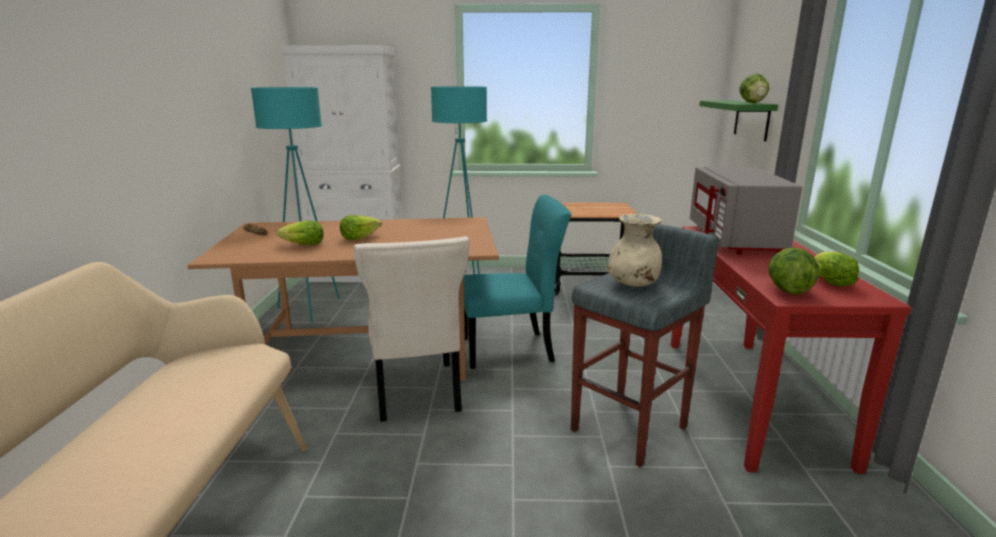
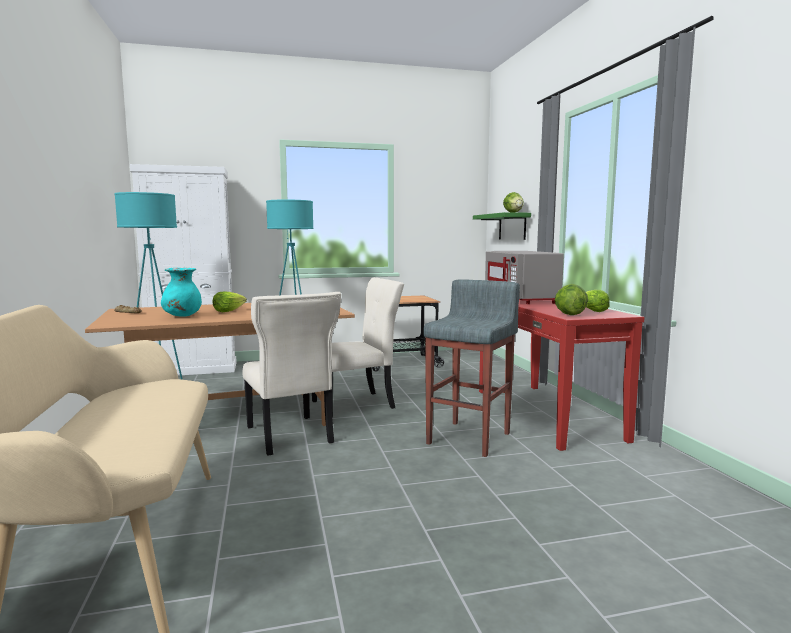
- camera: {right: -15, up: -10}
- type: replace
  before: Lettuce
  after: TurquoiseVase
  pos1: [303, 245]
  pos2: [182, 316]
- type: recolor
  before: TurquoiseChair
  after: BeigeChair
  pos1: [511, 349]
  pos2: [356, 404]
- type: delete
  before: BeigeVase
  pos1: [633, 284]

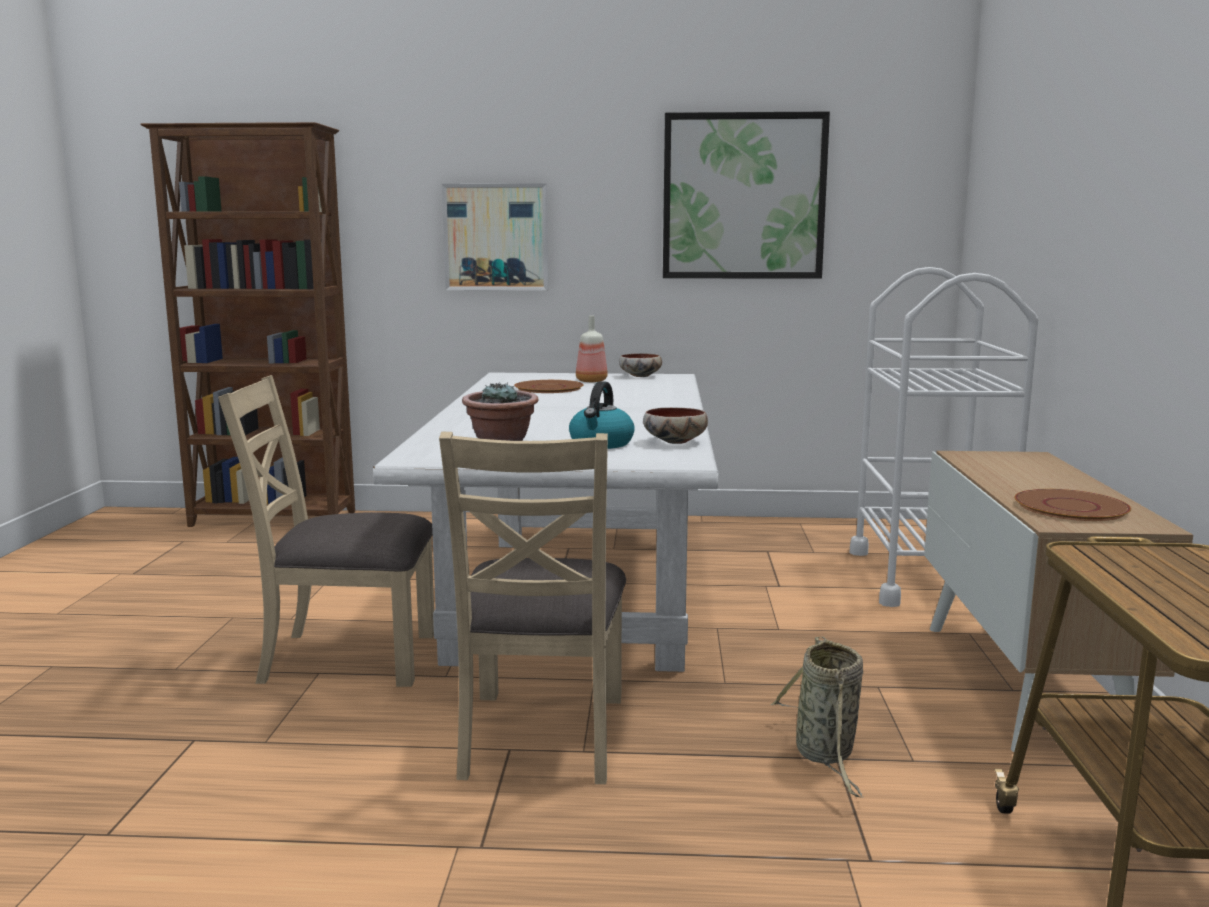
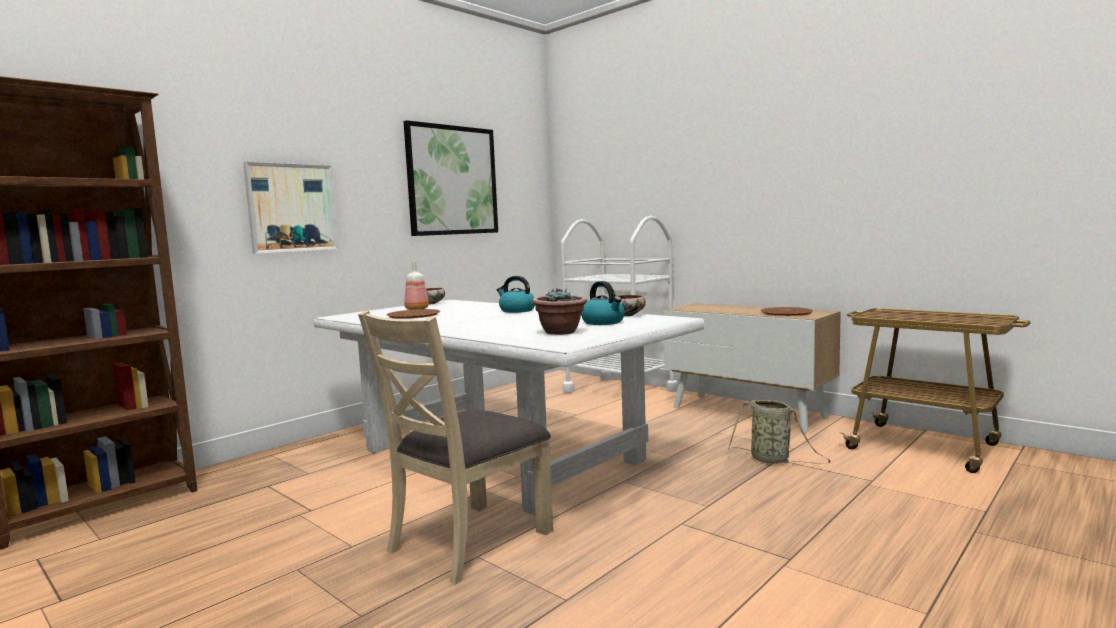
- camera: {right: -50, up: -5}
- type: delete
  before: BeigeChair
  pos1: [541, 735]
- type: insert
  after: Kettle
  pos2: [516, 310]

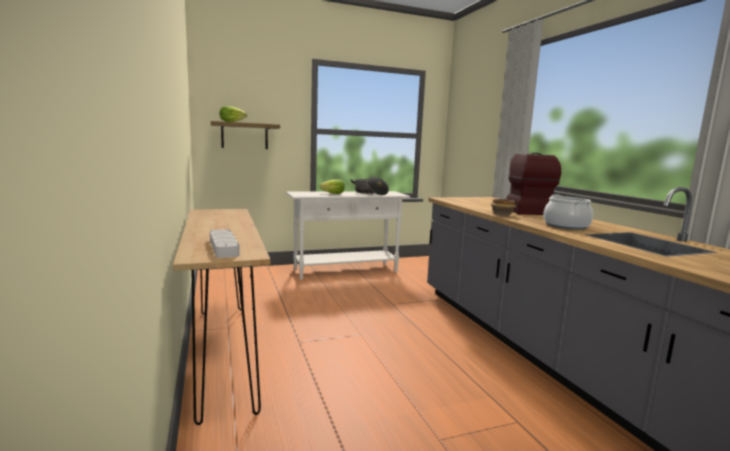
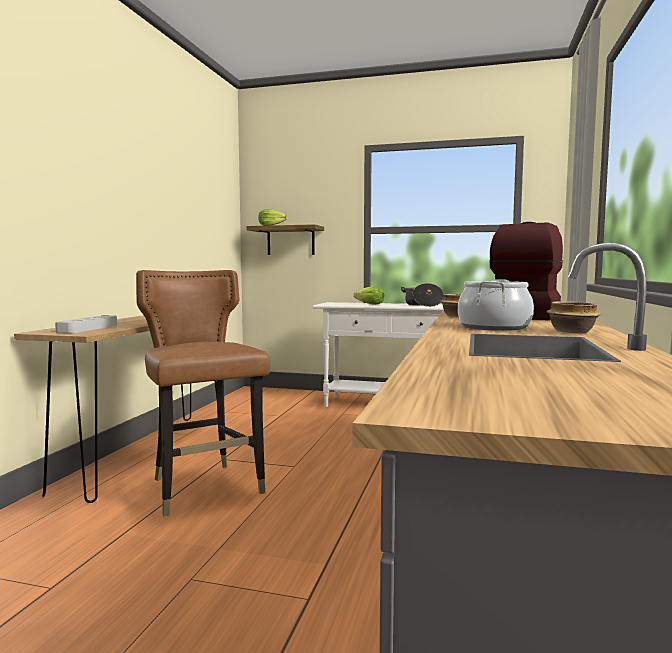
- camera: {right: 35, up: -5}
- type: insert
  after: BrownChair
  pos2: [205, 488]
- type: insert
  after: Bowl
  pos2: [572, 331]

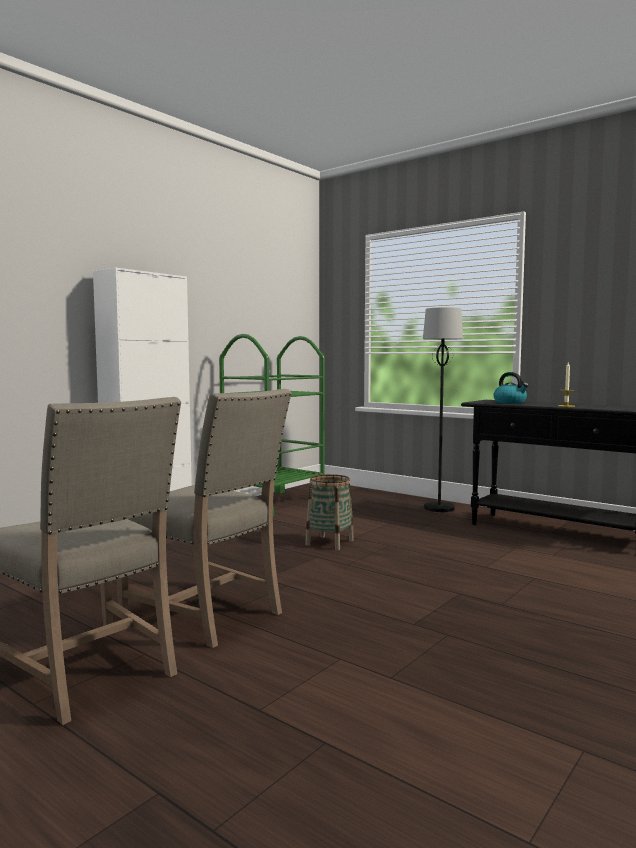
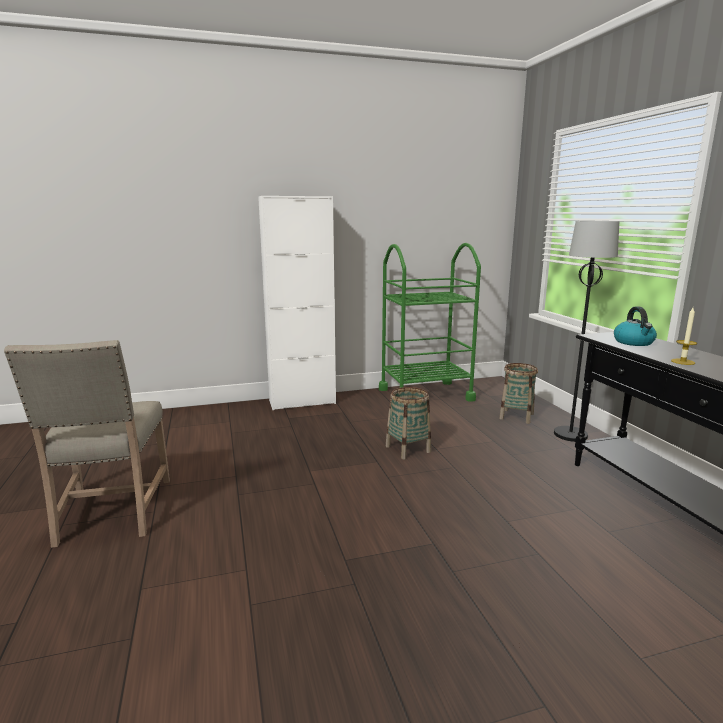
- camera: {right: 35, up: 10}
- type: delete
  before: BeigeChair
  pos1: [207, 614]
- type: insert
  after: Basket
  pos2: [516, 416]

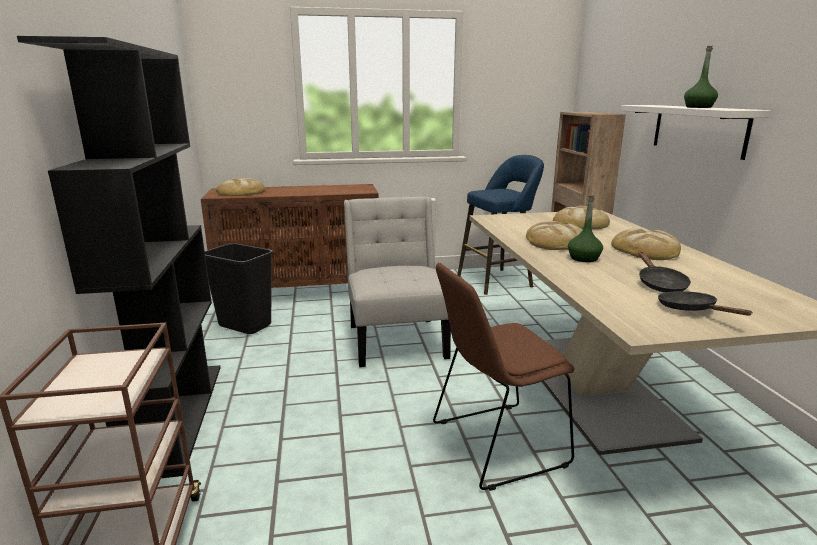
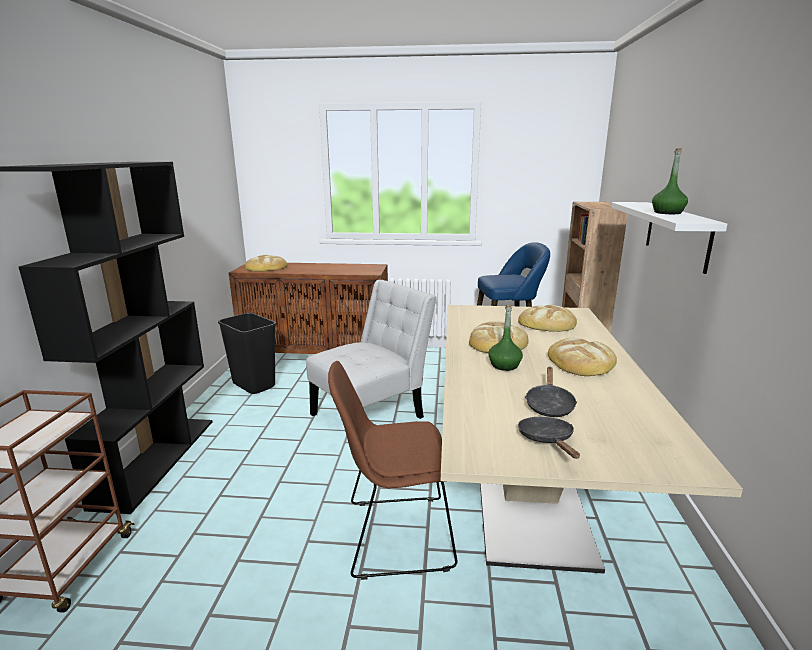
- camera: {right: 15, up: 0}
- type: rotate
  before: WhiteChair
  pos1: [396, 338]
  pos2: [372, 414]
  turn: 45

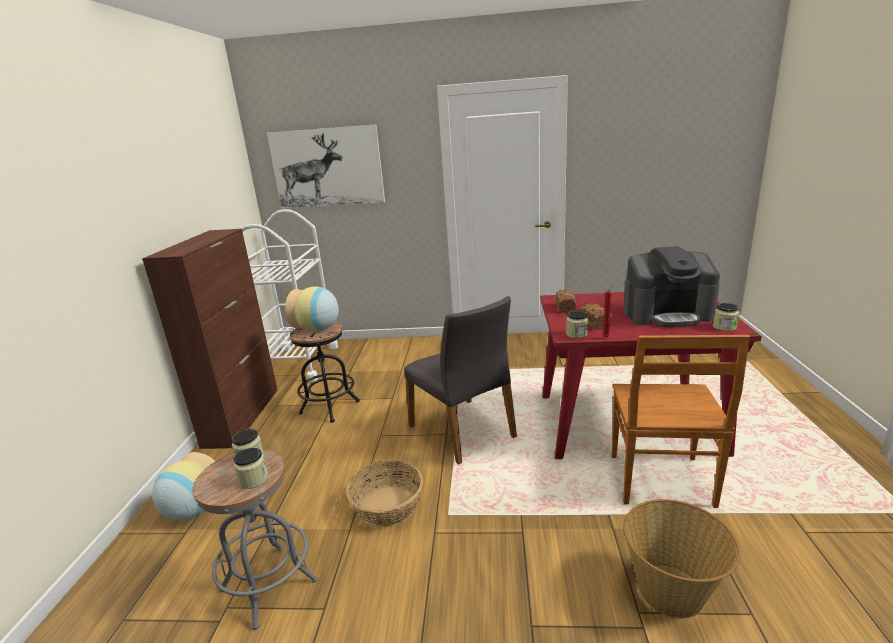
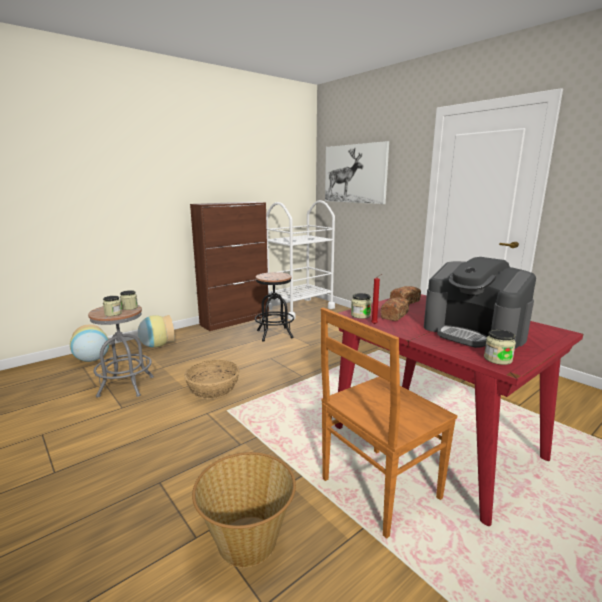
- camera: {right: 45, up: -5}
- type: move
  before: Vase
  pos1: [318, 329]
  pos2: [92, 359]
- type: delete
  before: GreyChair
  pos1: [463, 431]

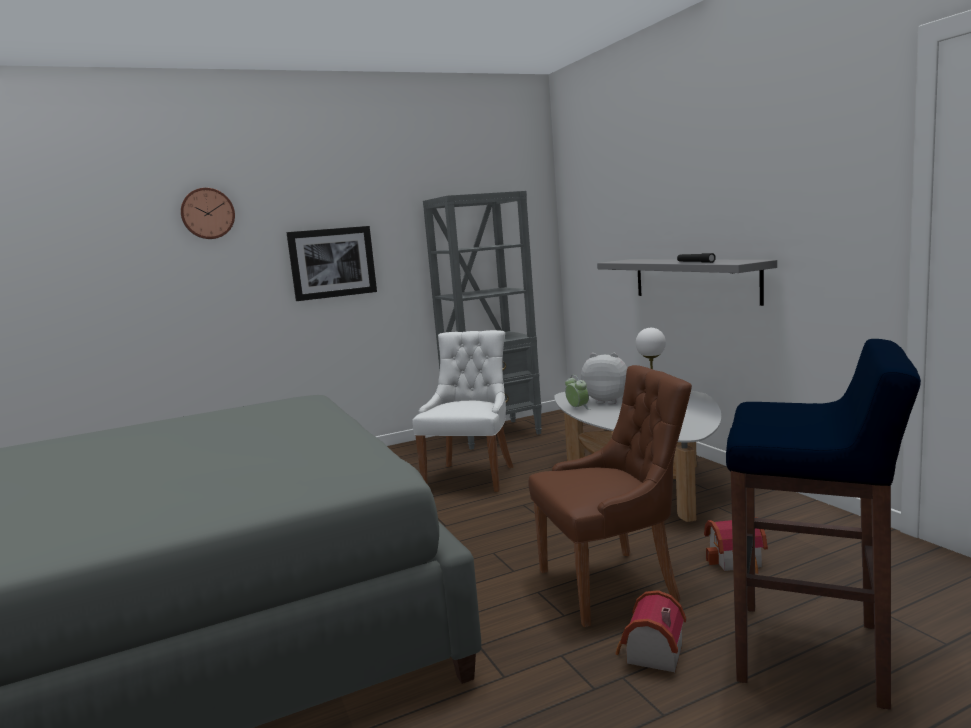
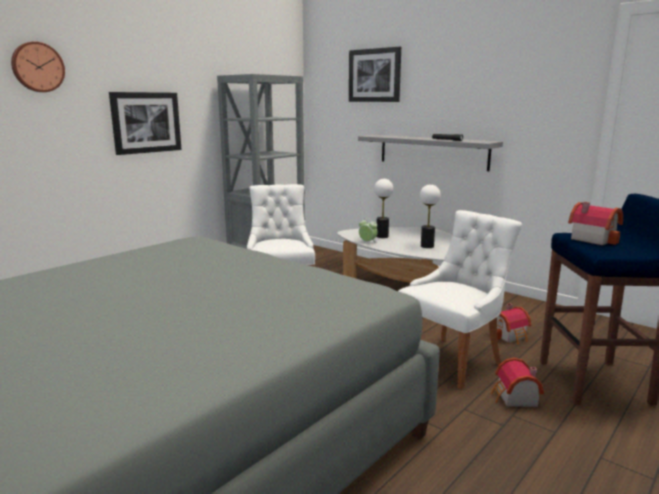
- camera: {right: -25, up: 5}
- type: recolor
  before: BrownChair
  after: WhiteChair
  pos1: [613, 584]
  pos2: [452, 360]
- type: replace
  before: PlushToy
  after: TableLamp
  pos1: [608, 401]
  pos2: [382, 236]
- type: insert
  after: Picture
  pos2: [374, 75]
- type: insert
  after: ToyHouse
  pos2: [593, 238]

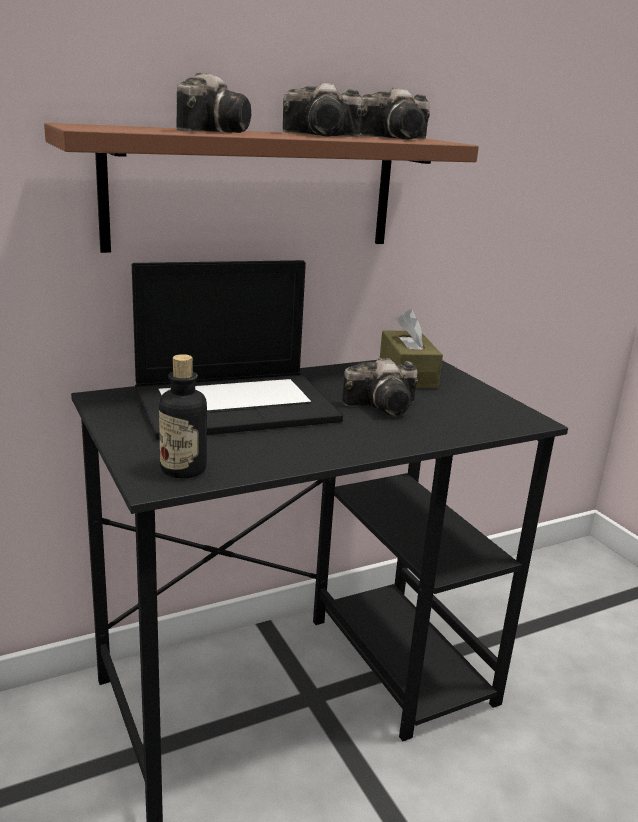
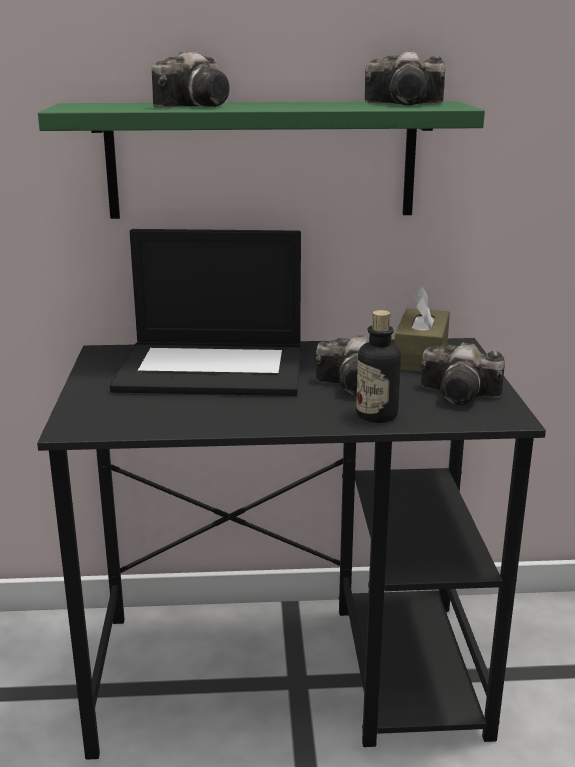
- camera: {right: 25, up: 0}
- type: recolor
  before: BrownShelf
  after: GreenShelf
  pos1: [254, 190]
  pos2: [261, 160]
- type: move
  before: Bottle
  pos1: [183, 469]
  pos2: [376, 415]
- type: move
  before: PhotoCamera
  pos1: [325, 135]
  pos2: [462, 395]

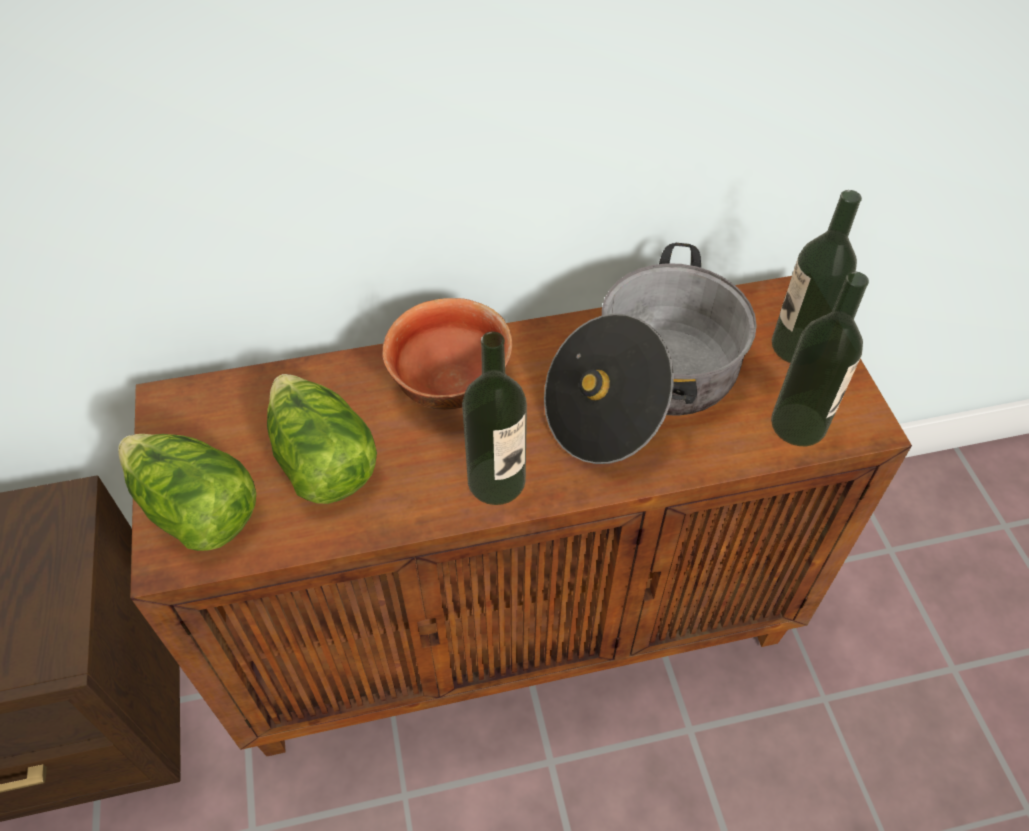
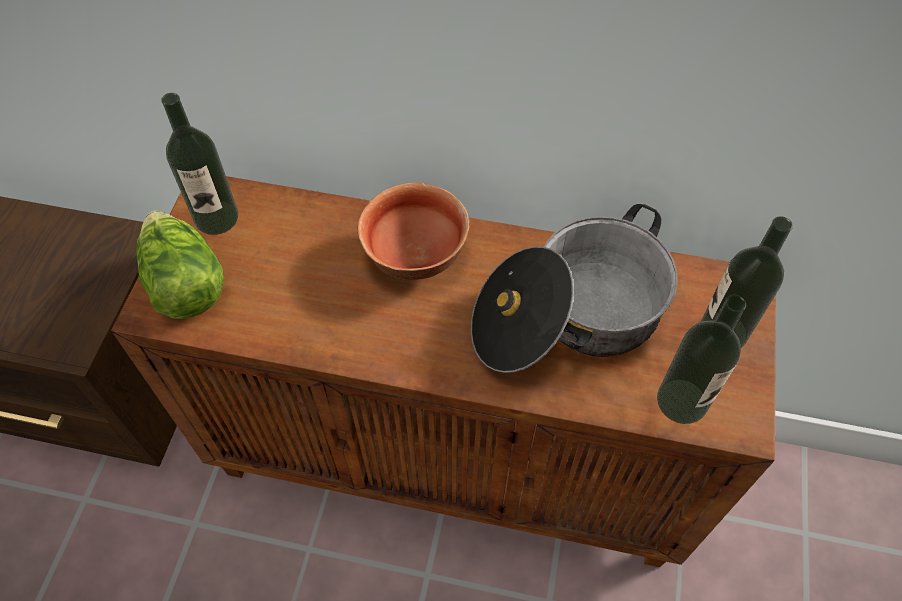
- camera: {right: 25, up: 5}
- type: delete
  before: Lettuce
  pos1: [321, 460]
- type: move
  before: Bottle
  pos1: [496, 481]
  pos2: [216, 217]

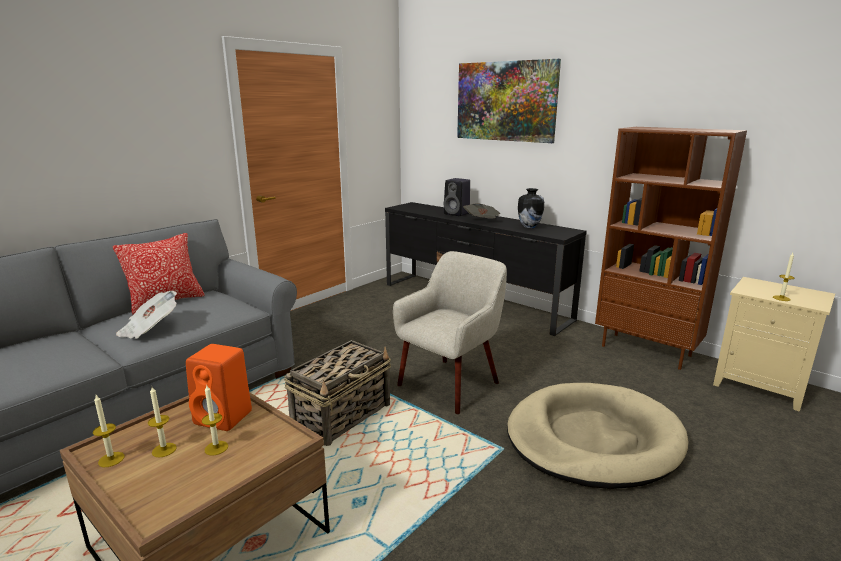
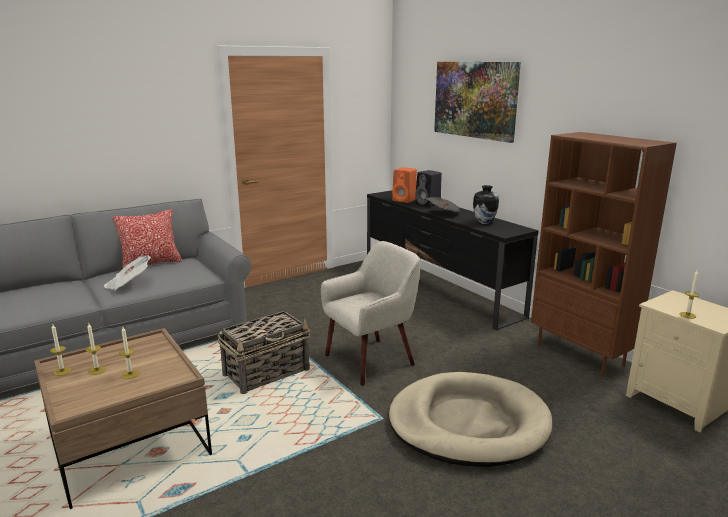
- camera: {right: 15, up: 0}
- type: move
  before: OrangeSpeaker
  pos1: [225, 417]
  pos2: [405, 200]

